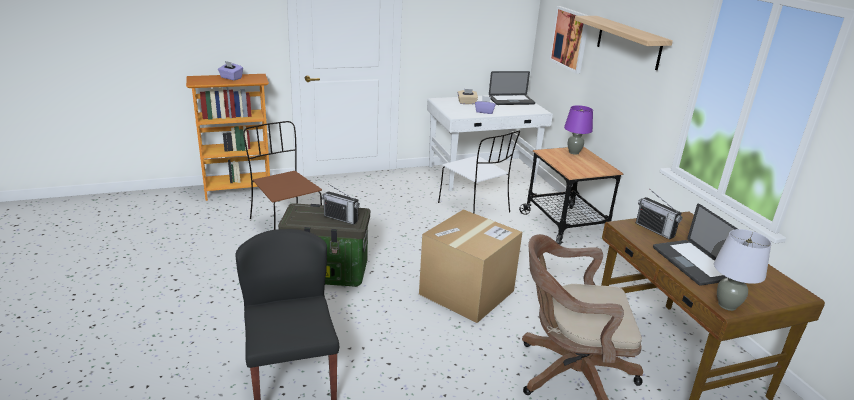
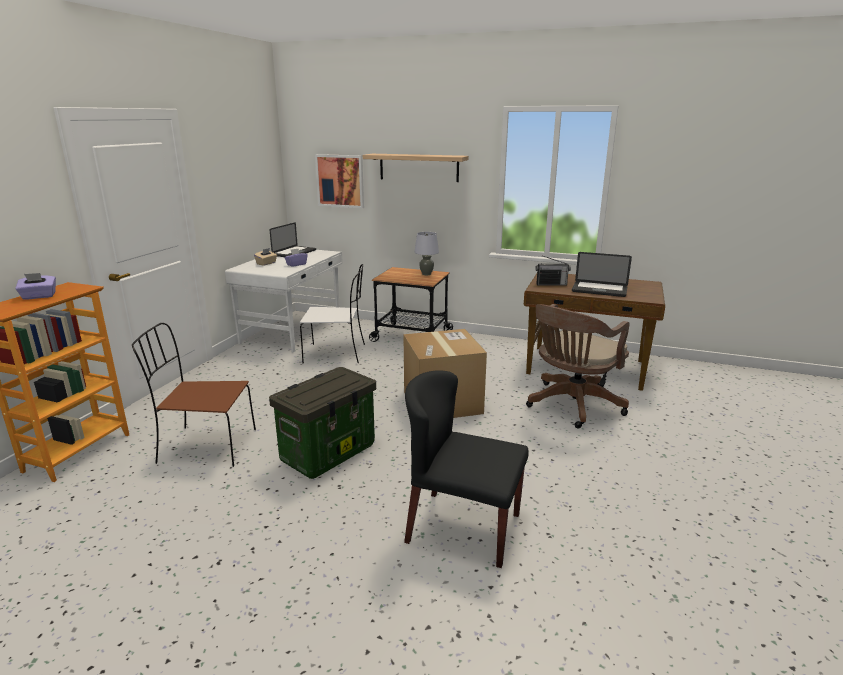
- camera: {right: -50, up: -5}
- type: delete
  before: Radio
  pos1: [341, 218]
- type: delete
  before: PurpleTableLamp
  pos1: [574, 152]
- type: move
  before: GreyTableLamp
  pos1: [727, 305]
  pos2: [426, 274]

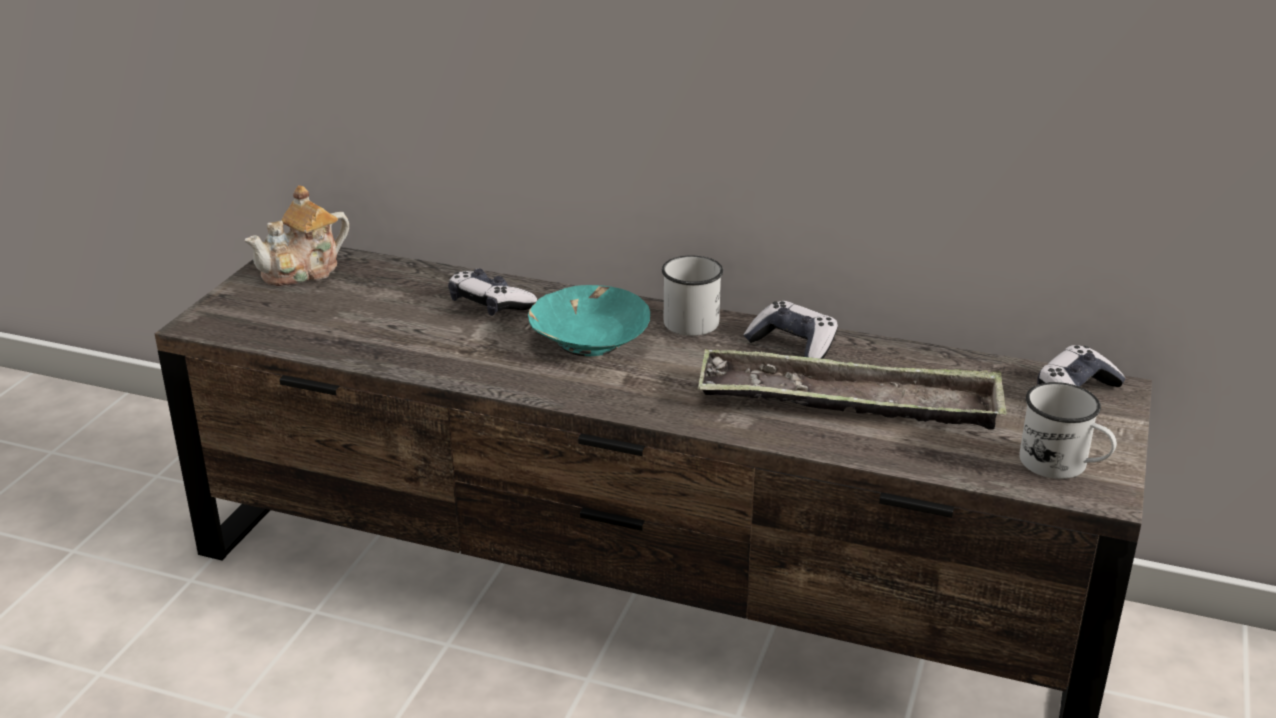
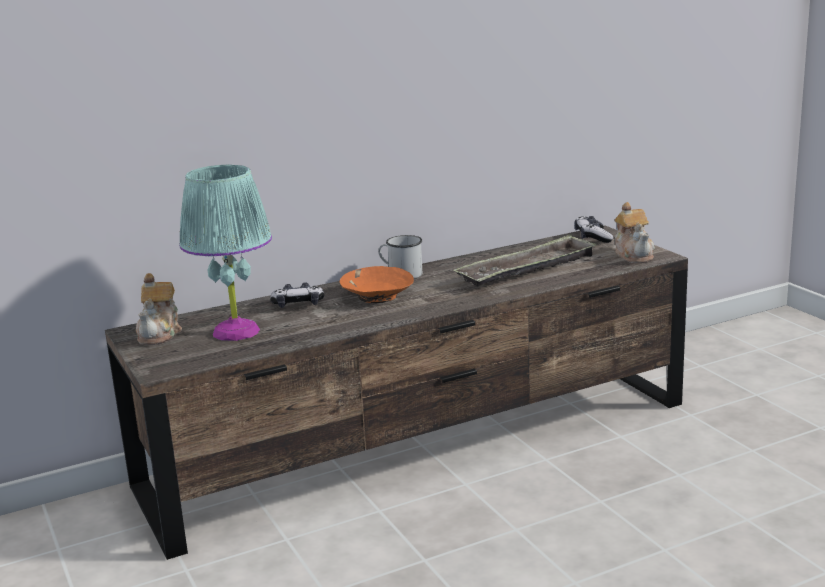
- camera: {right: -45, up: -10}
- type: recolor
  before: TurquoiseBowl
  after: OrangeBowl
  pos1: [588, 340]
  pos2: [376, 296]
- type: delete
  before: GameController
  pos1: [793, 345]
- type: replace
  before: WhiteMug
  after: Teapot
  pos1: [1063, 465]
  pos2: [634, 255]
- type: insert
  after: TurquoiseTableLamp
  pos2: [236, 331]

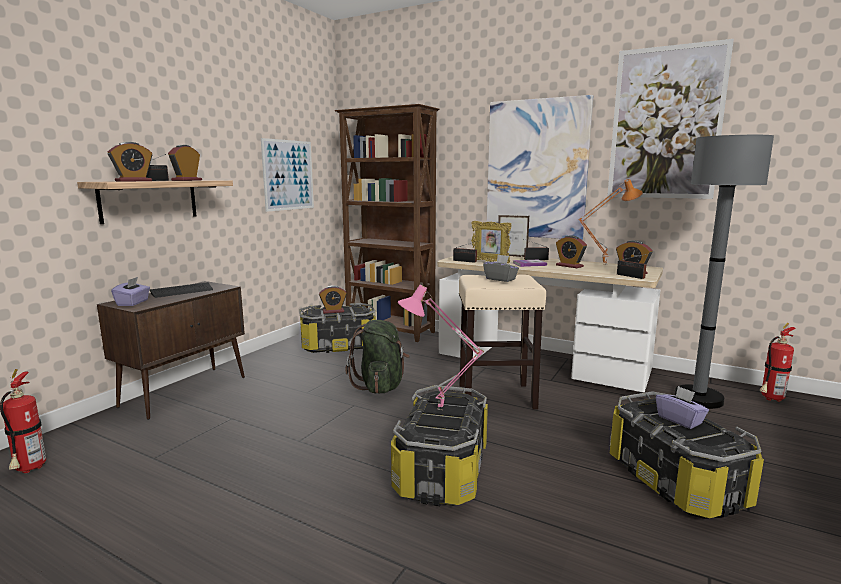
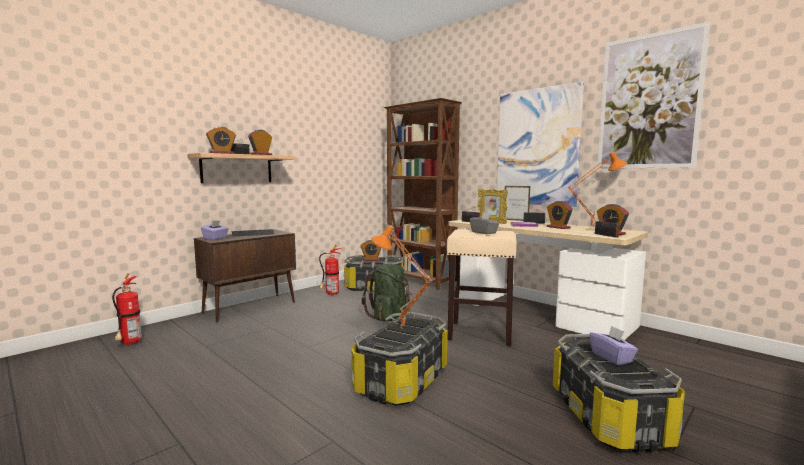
- camera: {right: 15, up: -5}
- type: delete
  before: Picture
  pos1: [288, 175]
- type: recolor
  before: PinkTableLamp
  after: OrangeTableLamp
  pos1: [438, 411]
  pos2: [400, 329]
- type: delete
  before: GreyFloorLamp
  pos1: [698, 398]
- type: move
  before: FireExtinguisher
  pos1: [770, 399]
  pos2: [330, 294]

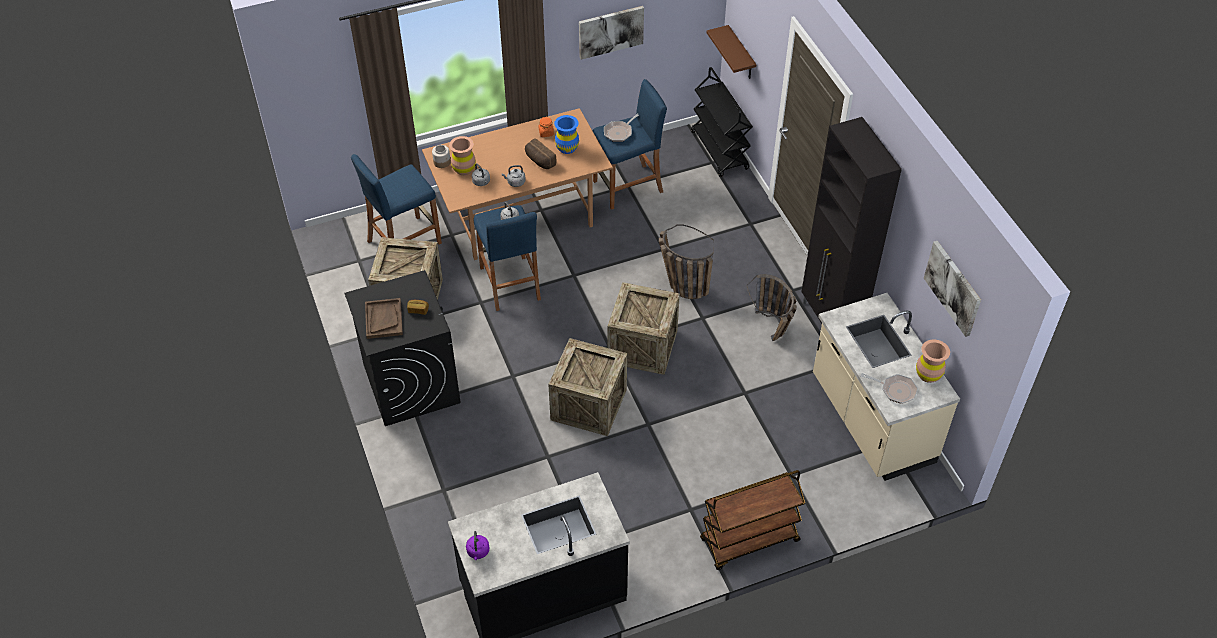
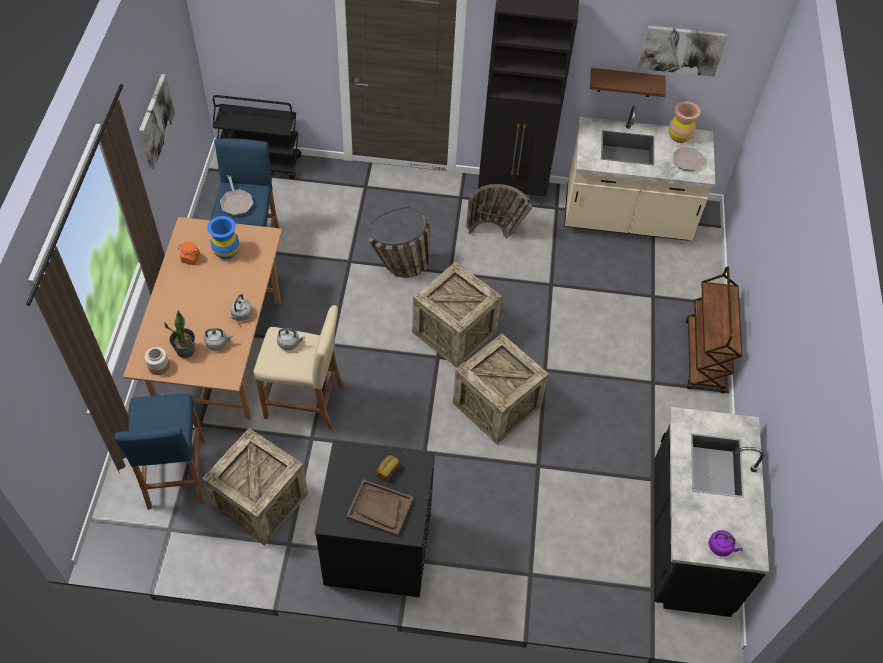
- camera: {right: -65, up: 5}
- type: replace
  before: BrownVase
  after: PottedPlant
  pos1: [464, 169]
  pos2: [186, 350]
- type: recolor
  before: BlueStool
  after: BeigeStool
  pos1: [510, 283]
  pos2: [304, 402]
- type: delete
  before: Bread
  pos1: [539, 161]
- type: move
  before: BrownShelf
  pos1: [741, 54]
  pos2: [625, 82]

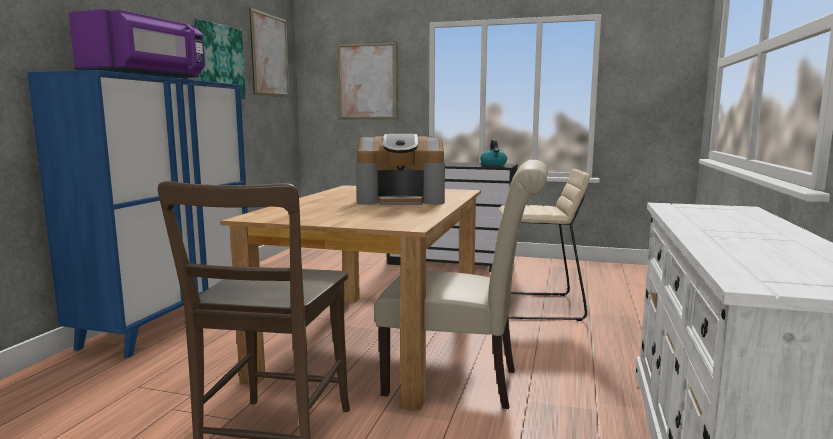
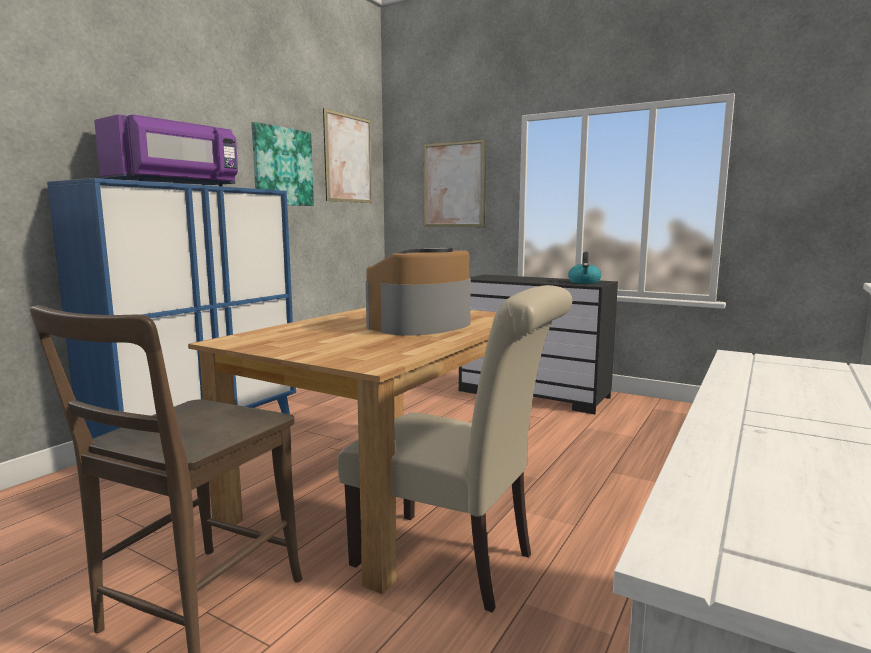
- camera: {right: 15, up: 0}
- type: rotate
  before: CoffeeMachine
  pos1: [401, 200]
  pos2: [421, 325]
  turn: 120
- type: delete
  before: BeigeStool
  pos1: [536, 306]

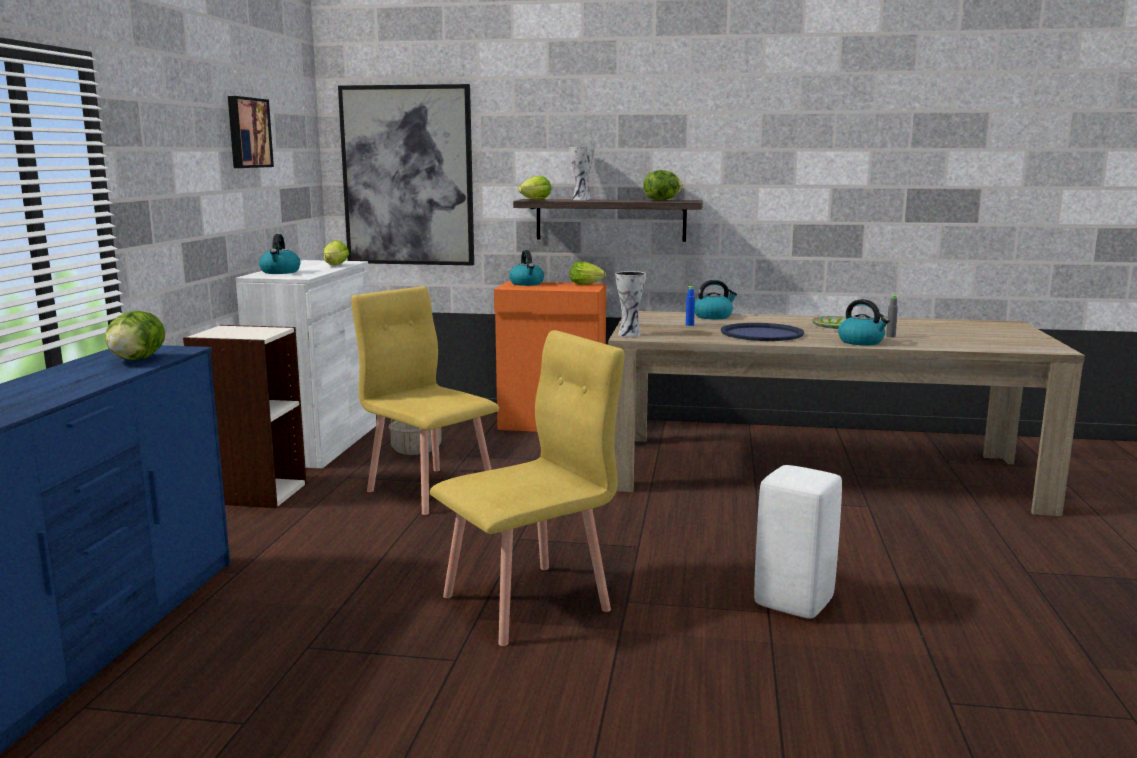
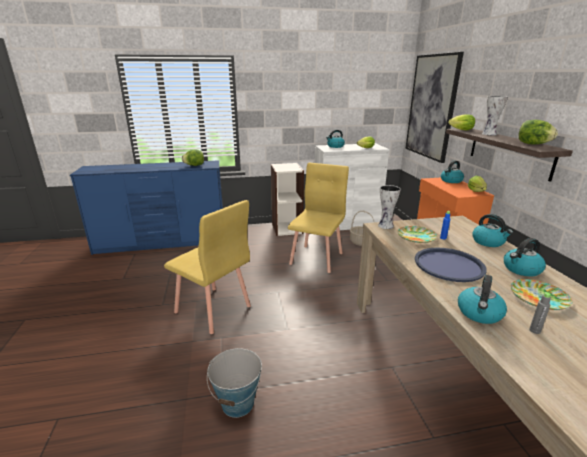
- camera: {right: 70, up: 10}
- type: delete
  before: Picture
  pos1: [247, 133]
- type: replace
  before: WhiteStool
  after: Bucket
  pos1: [793, 602]
  pos2: [238, 403]
- type: insert
  after: Plate
  pos2: [416, 237]
- type: insert
  after: Kettle
  pos2: [521, 269]

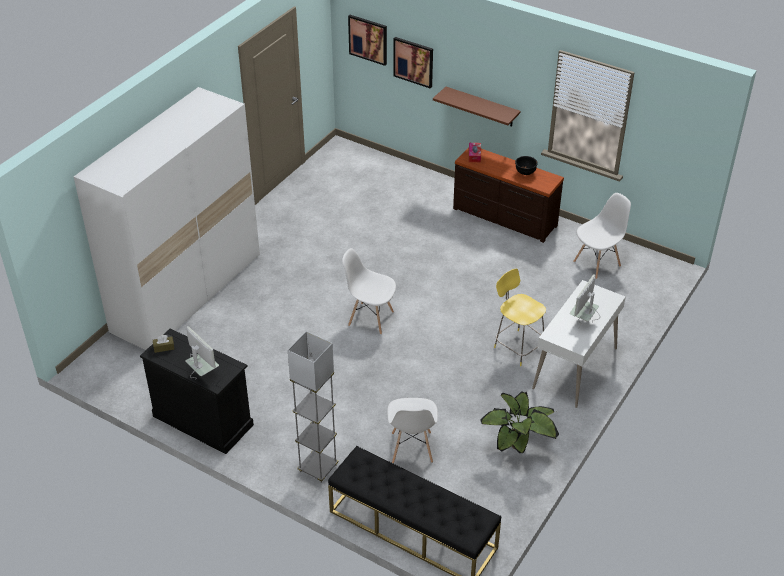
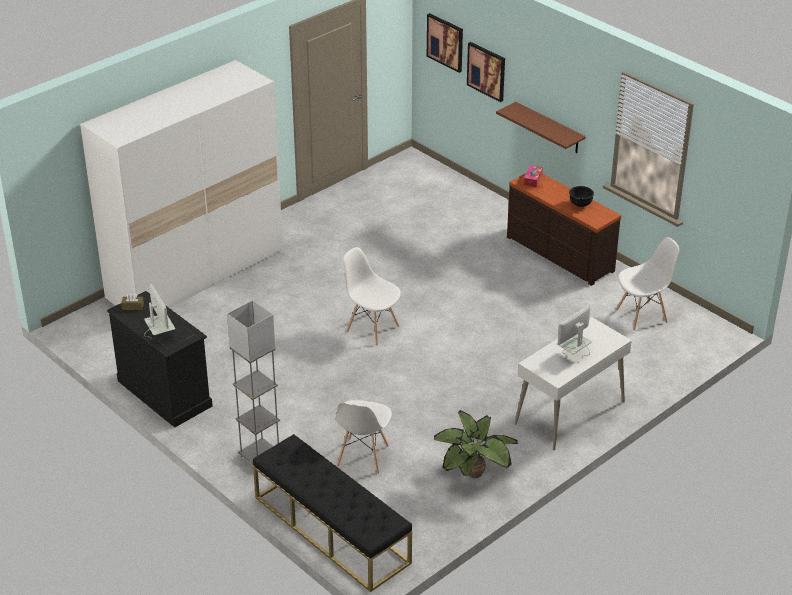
- camera: {right: 15, up: -5}
- type: delete
  before: YellowStool
  pos1: [518, 347]

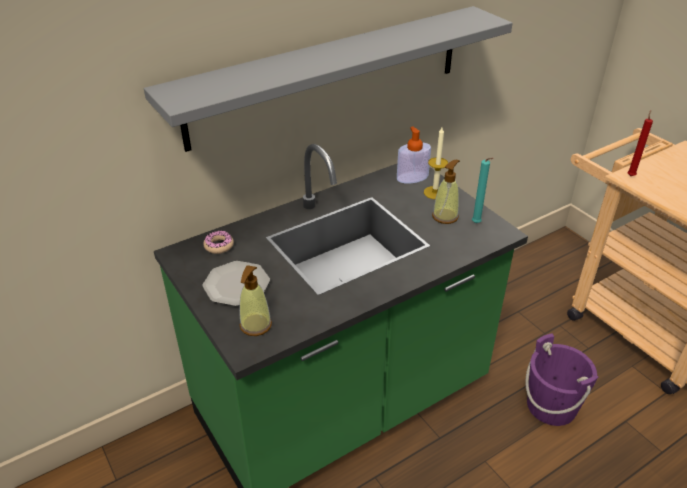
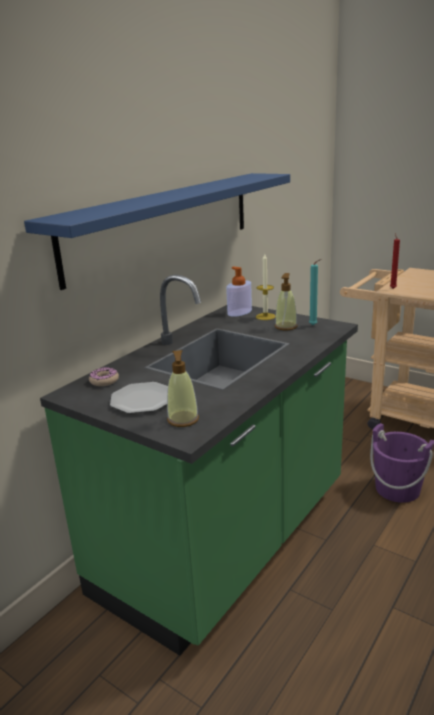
- camera: {right: -20, up: -15}
- type: recolor
  before: GreyShelf
  after: BlueShelf
  pos1: [329, 75]
  pos2: [164, 223]

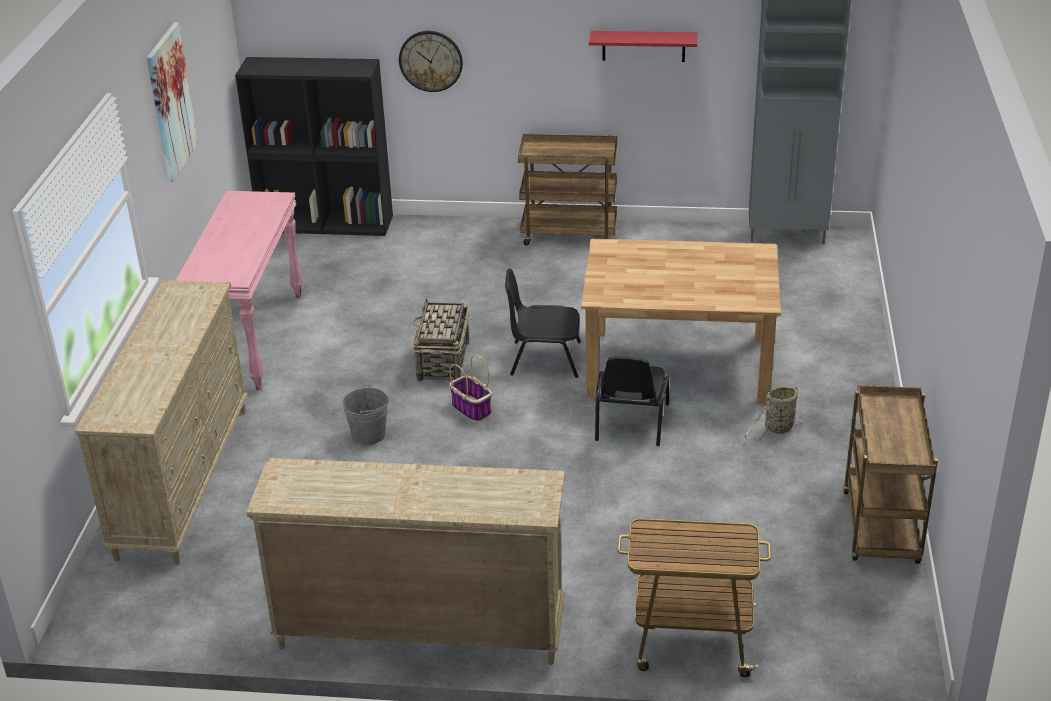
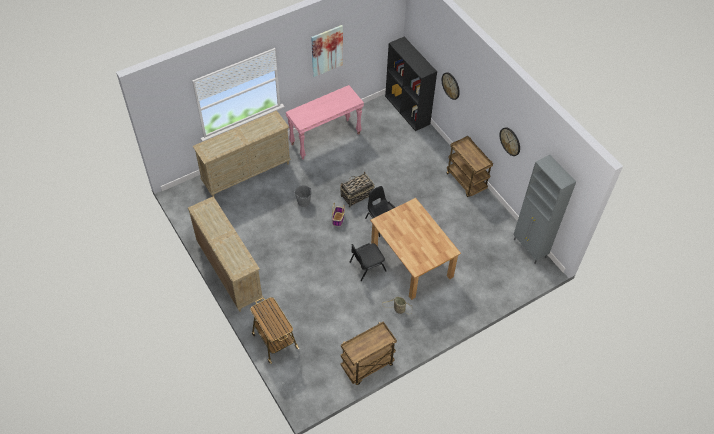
- camera: {right: 50, up: 20}
- type: replace
  before: RedShelf
  after: WallClock
  pos1: [643, 46]
  pos2: [510, 141]

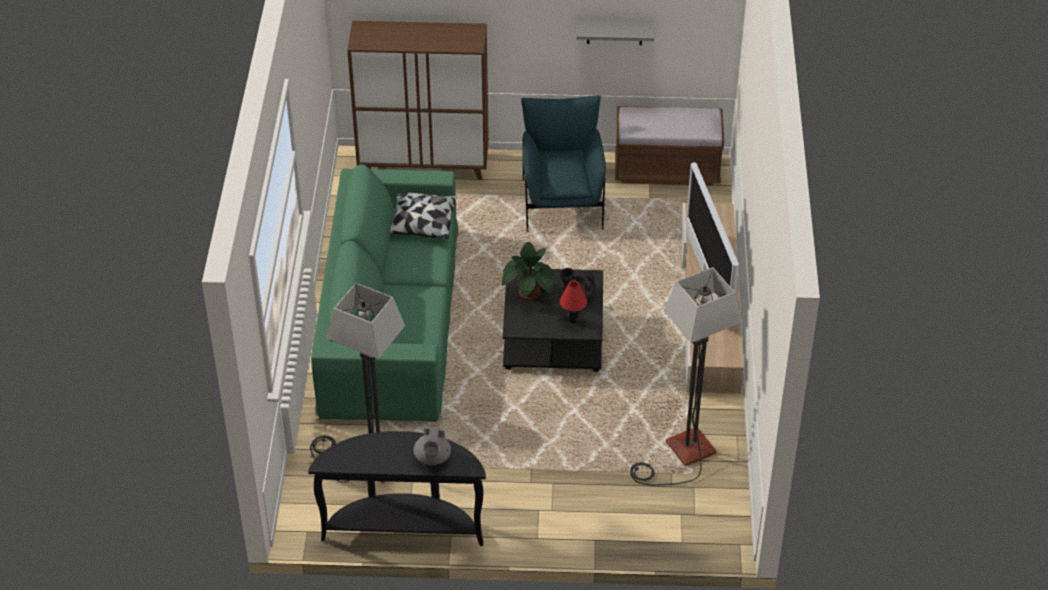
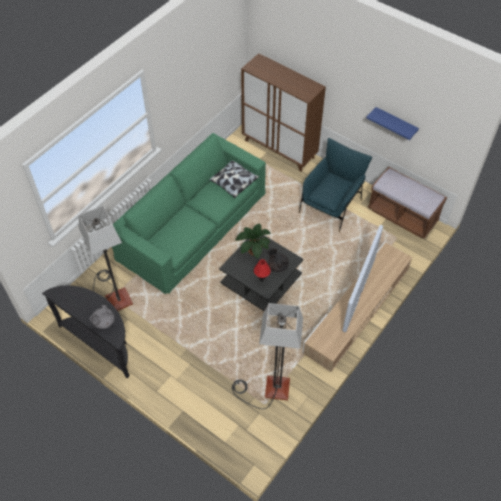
- camera: {right: 35, up: 10}
- type: recolor
  before: GreyShelf
  after: BlueShelf
  pos1: [614, 32]
  pos2: [395, 124]

